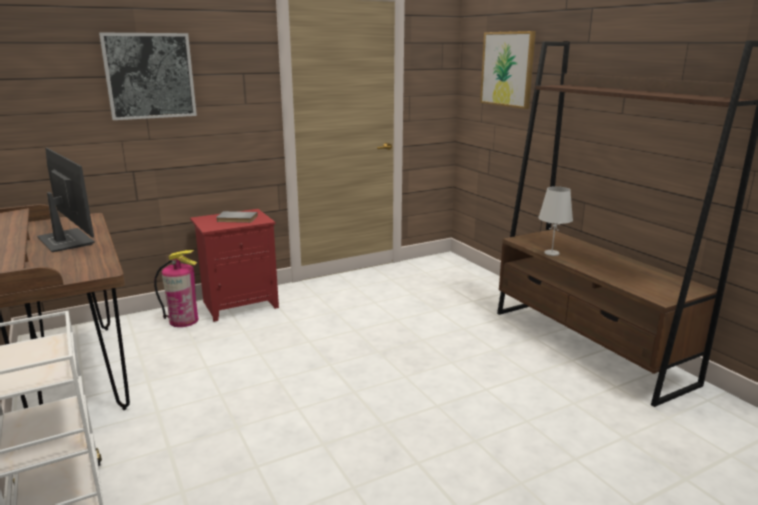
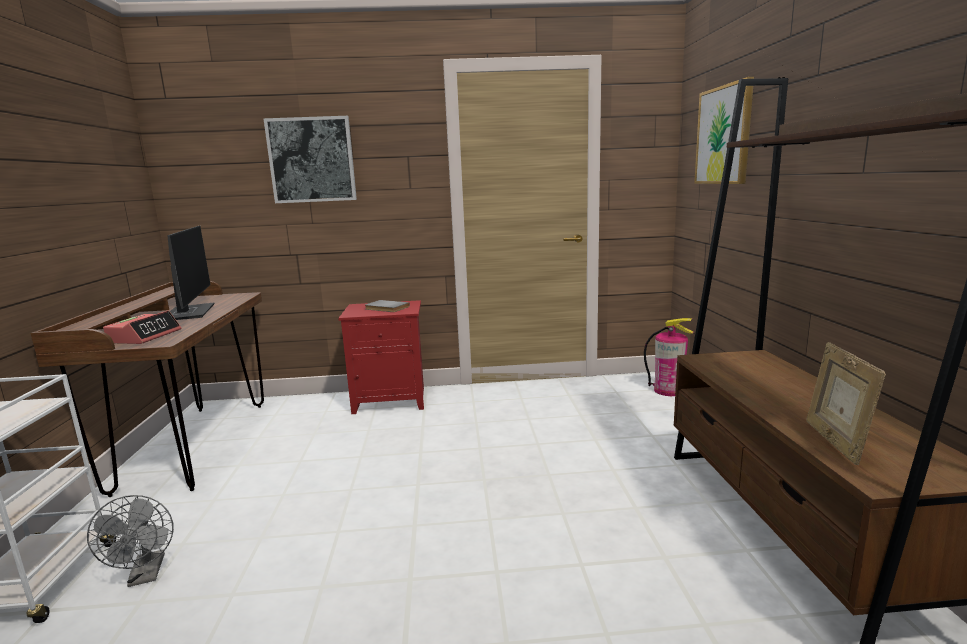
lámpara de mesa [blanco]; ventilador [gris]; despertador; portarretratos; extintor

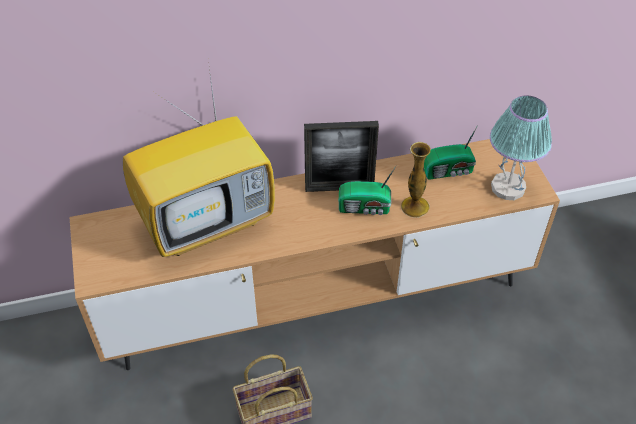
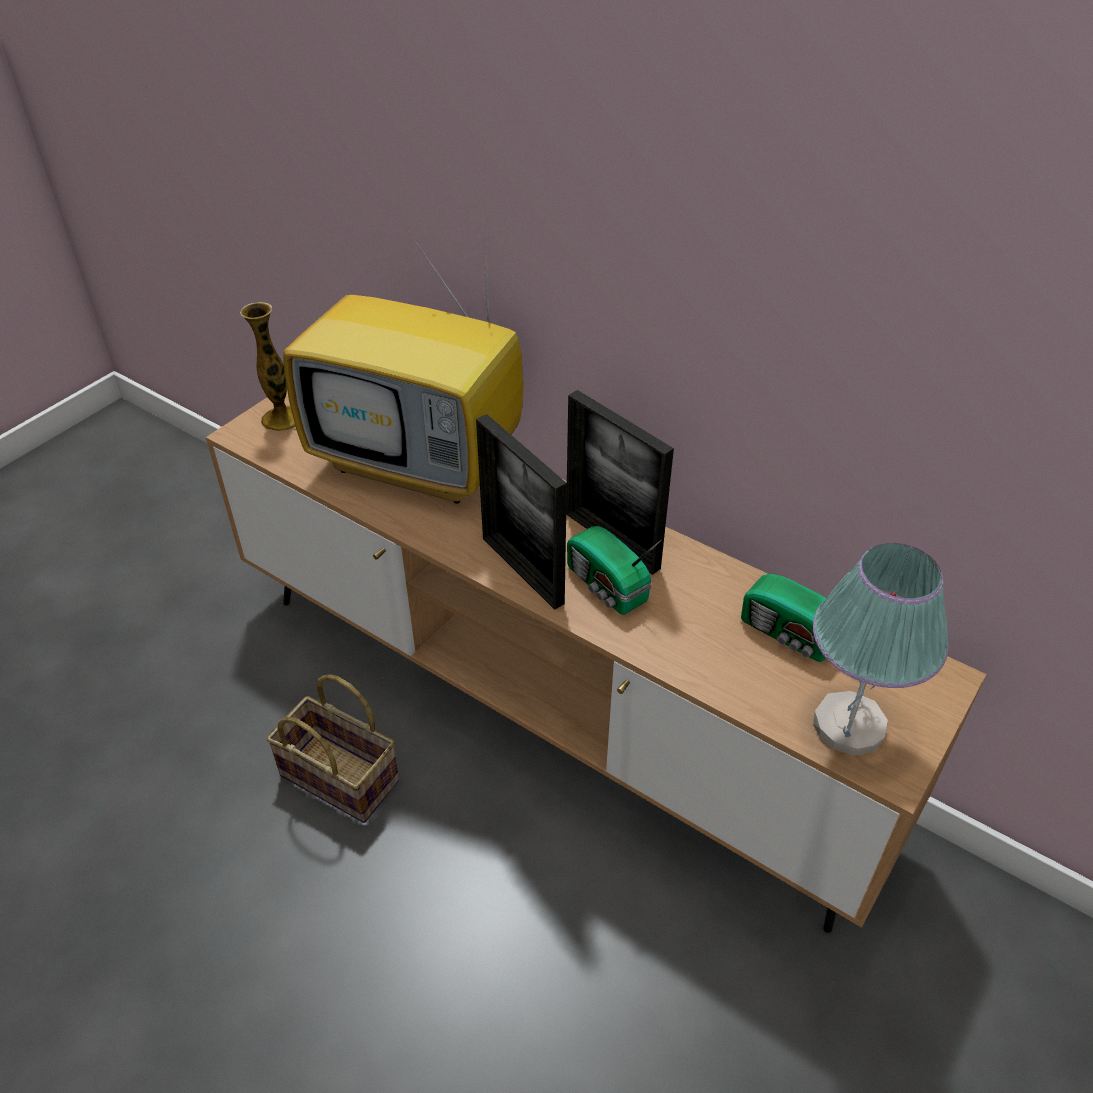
portarretratos (1st from left); florero

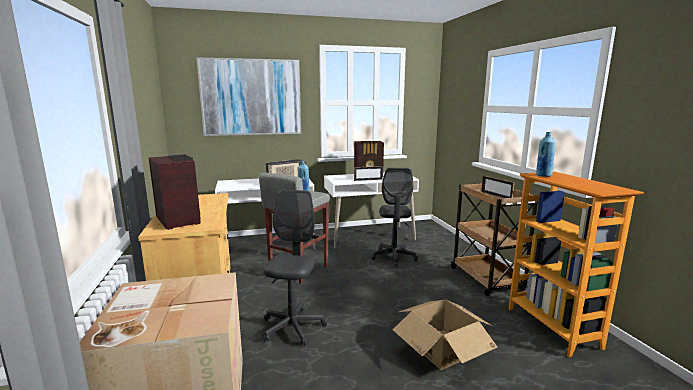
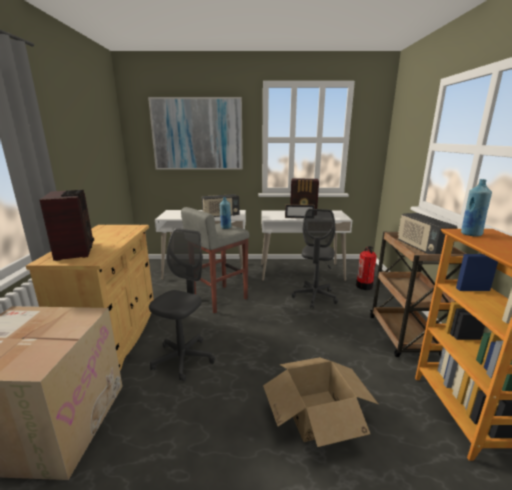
extintor; radio (4th from left)

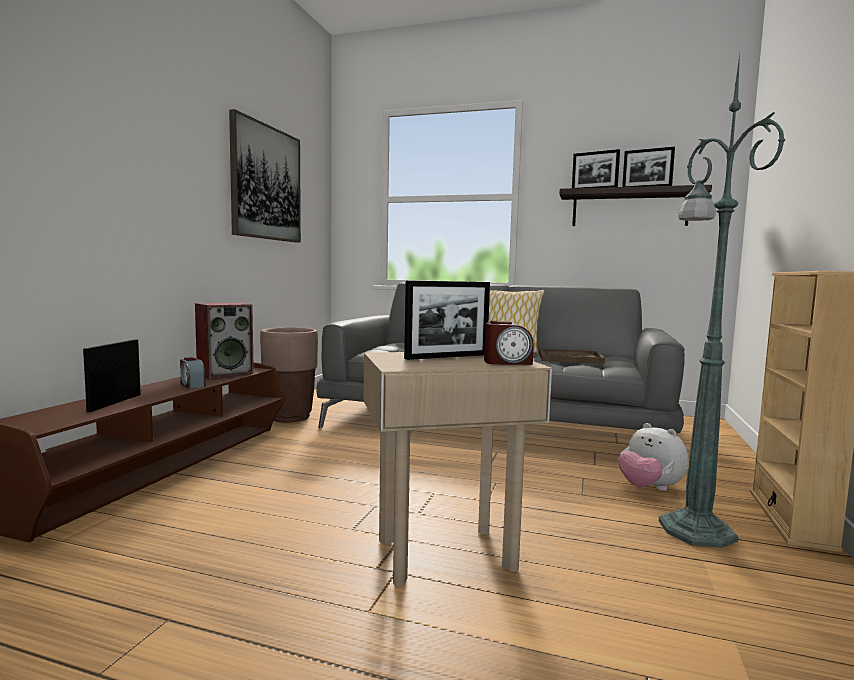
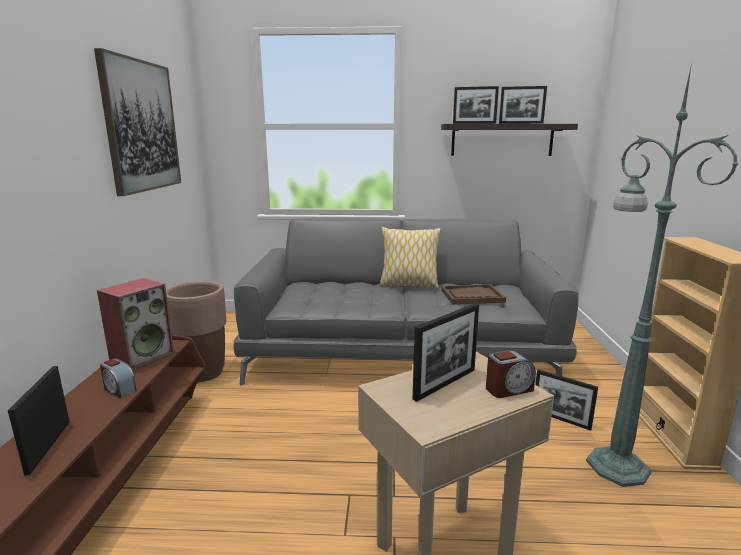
portarretratos (5th from left)

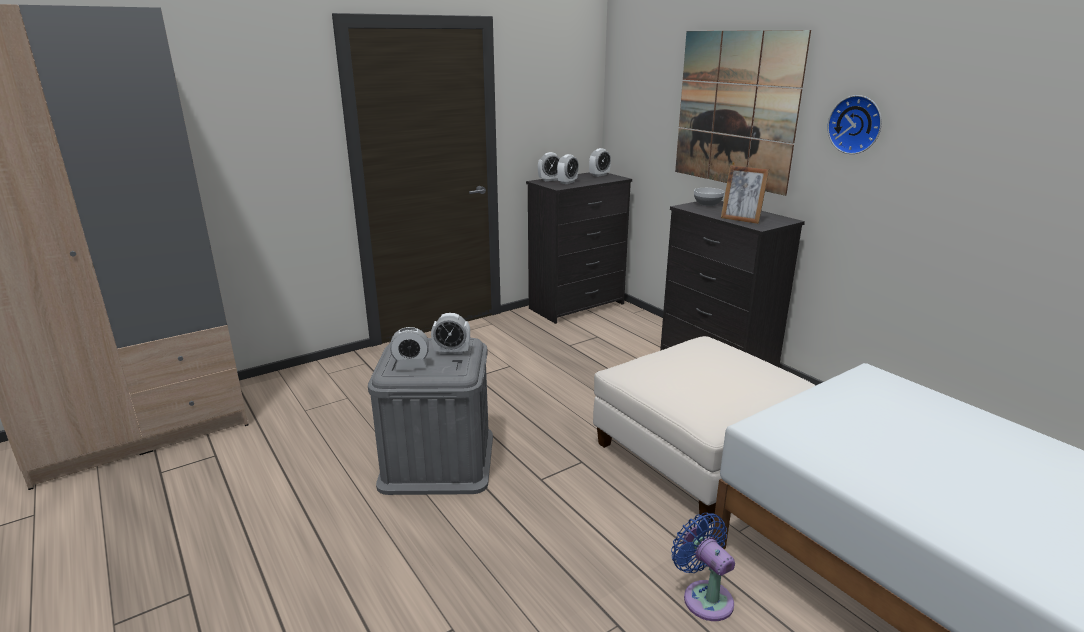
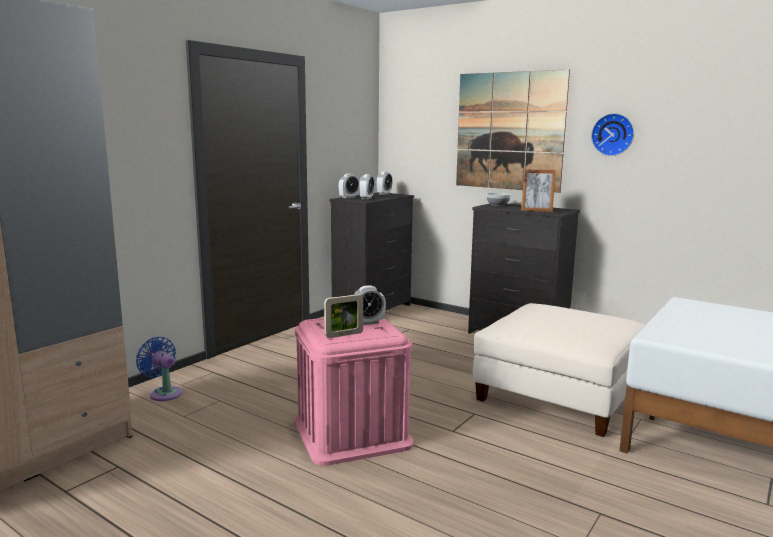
ventilador [azul]; portarretratos (1st from left); caja de almacenaje [rosa]

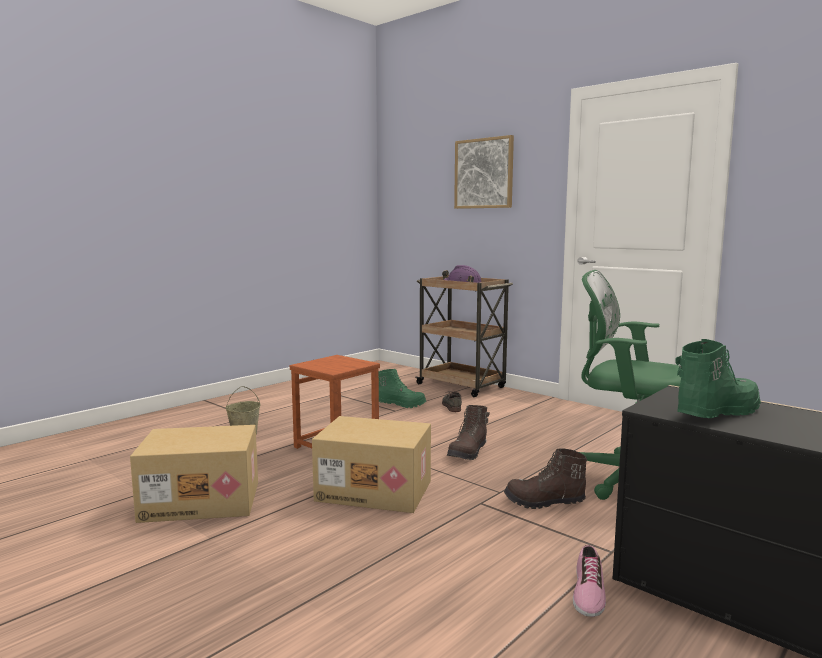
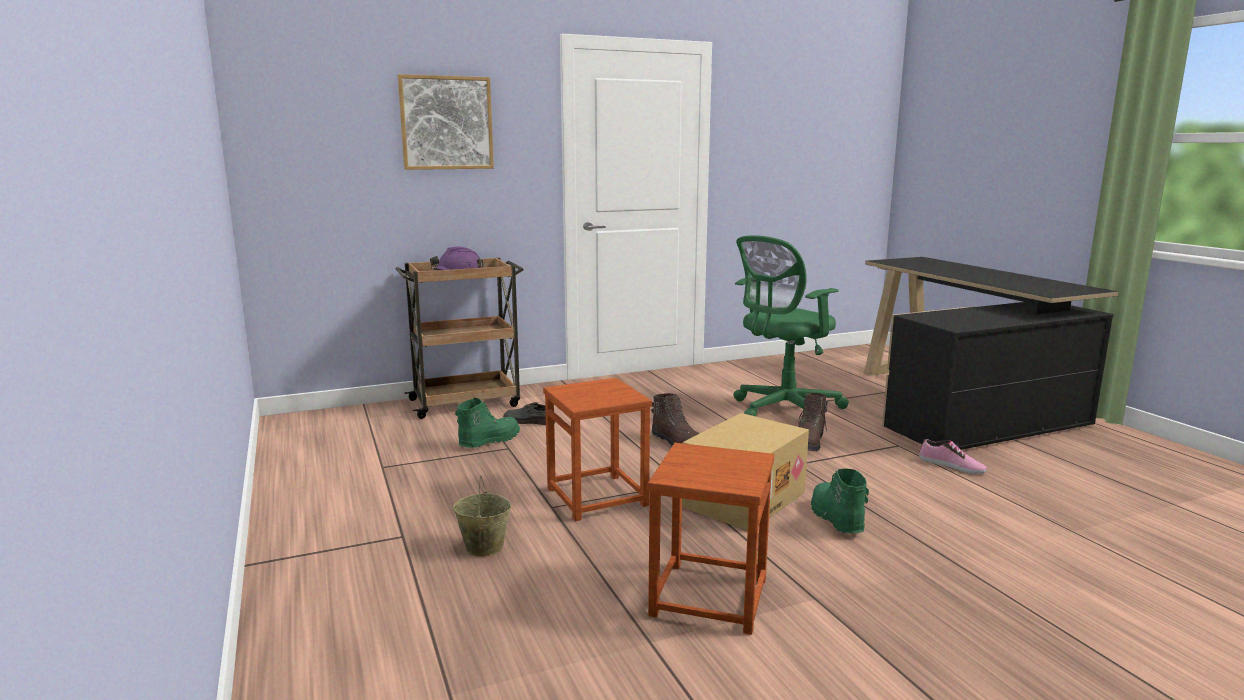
bota [verde] (2nd from left); taburete [marrón] (2nd from left)

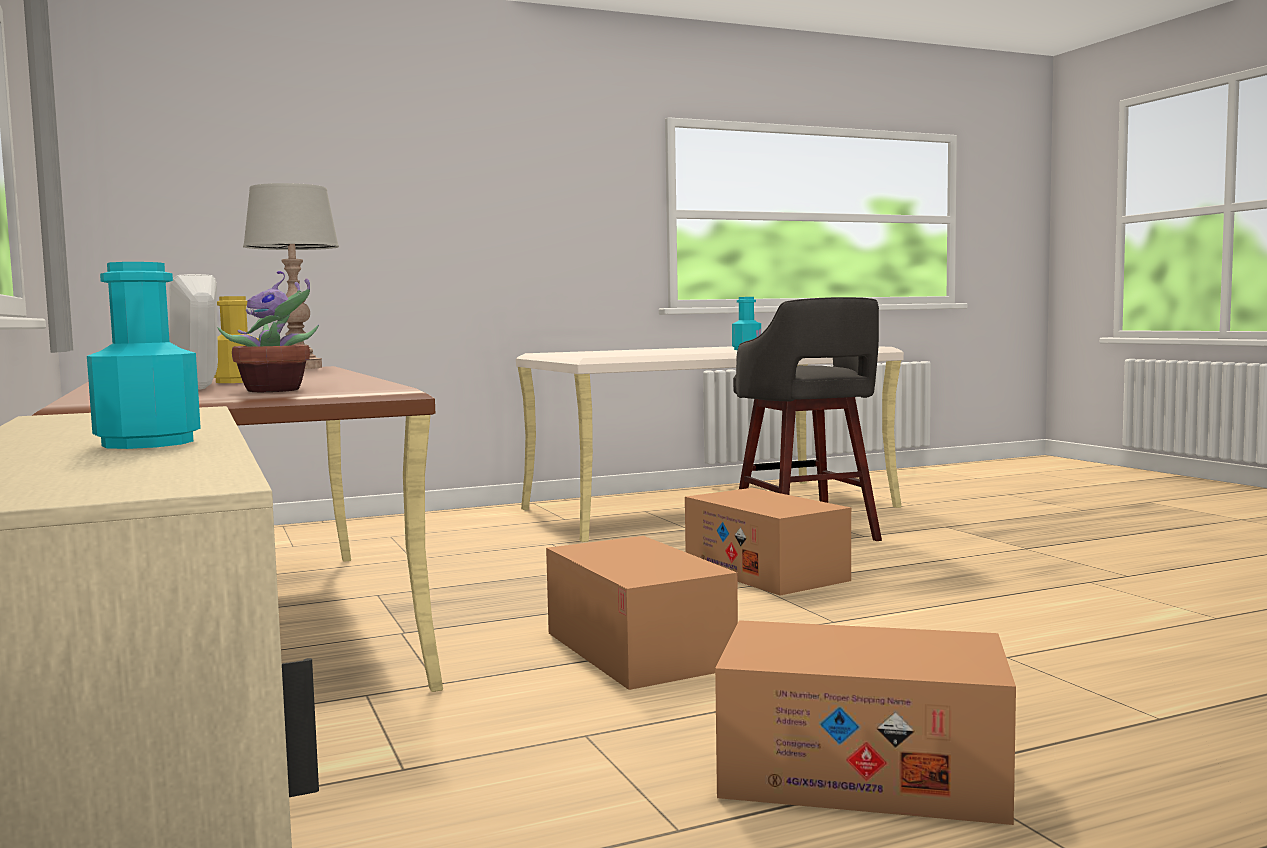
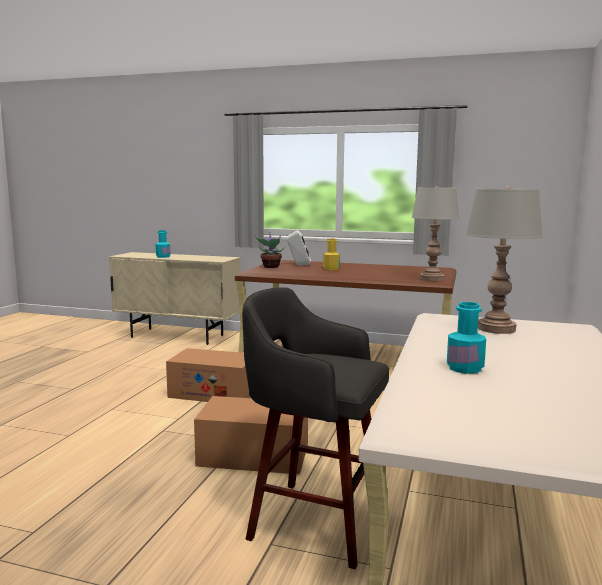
caja de cartón (3rd from left in the first image); lámpara de mesa [gris] (2nd from left)

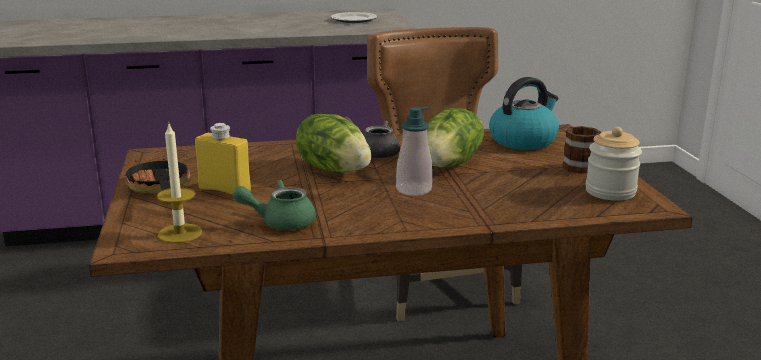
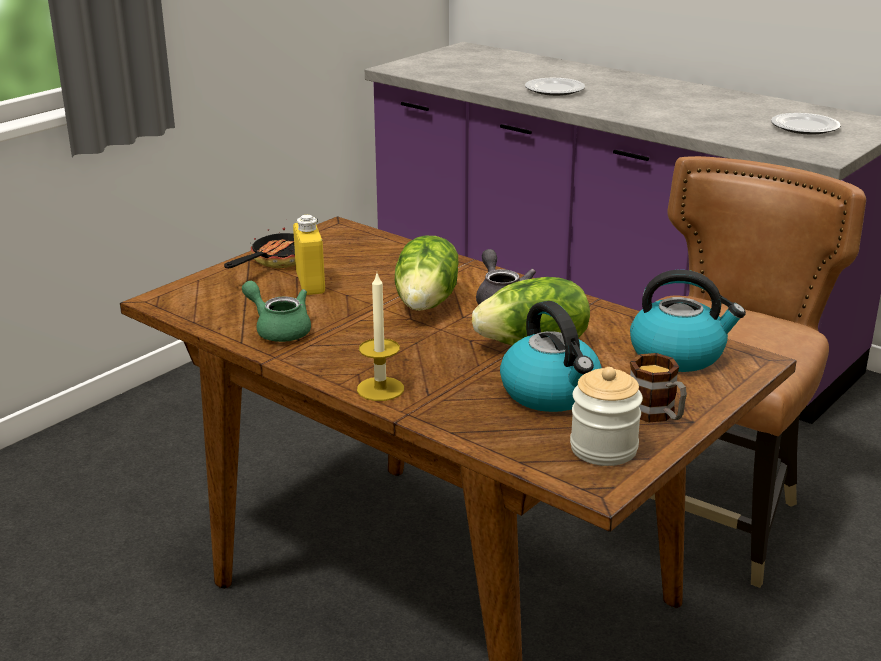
dispensador de jabón; hervidor (1st from left); plato (1st from left); vela

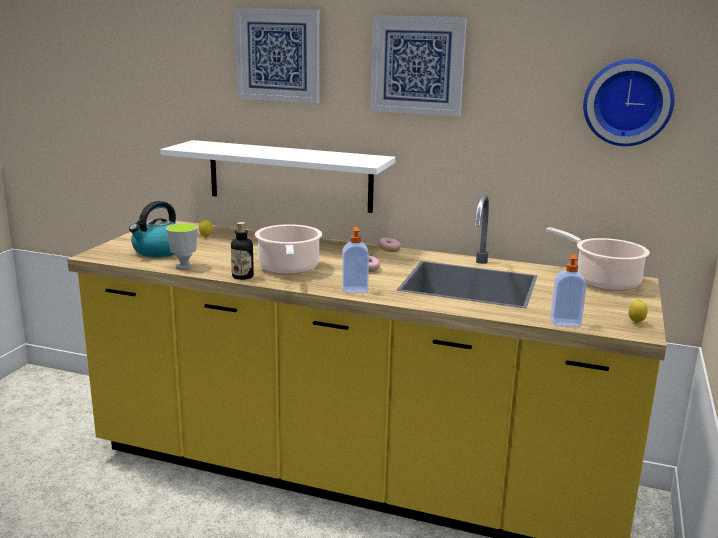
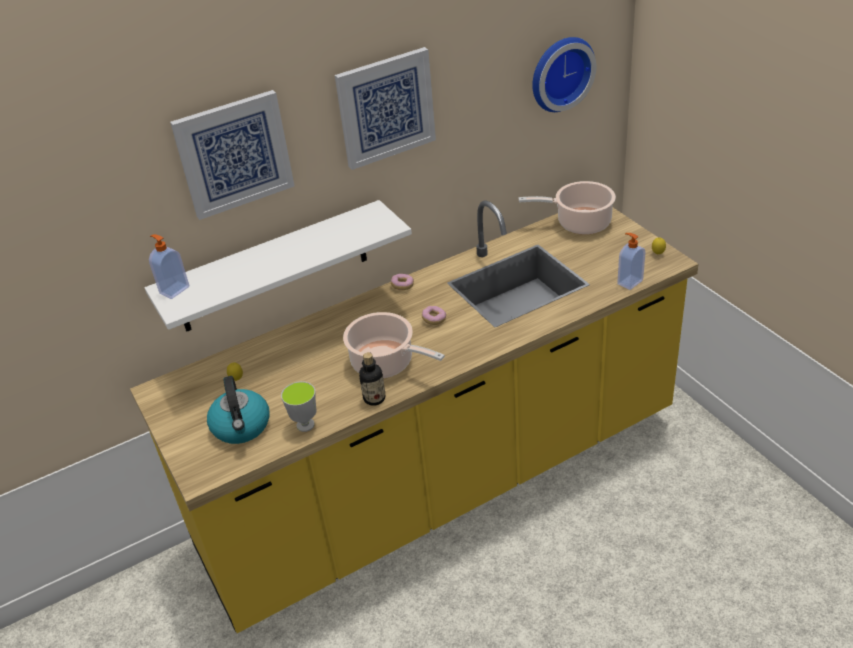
dispensador de jabón (1st from left)

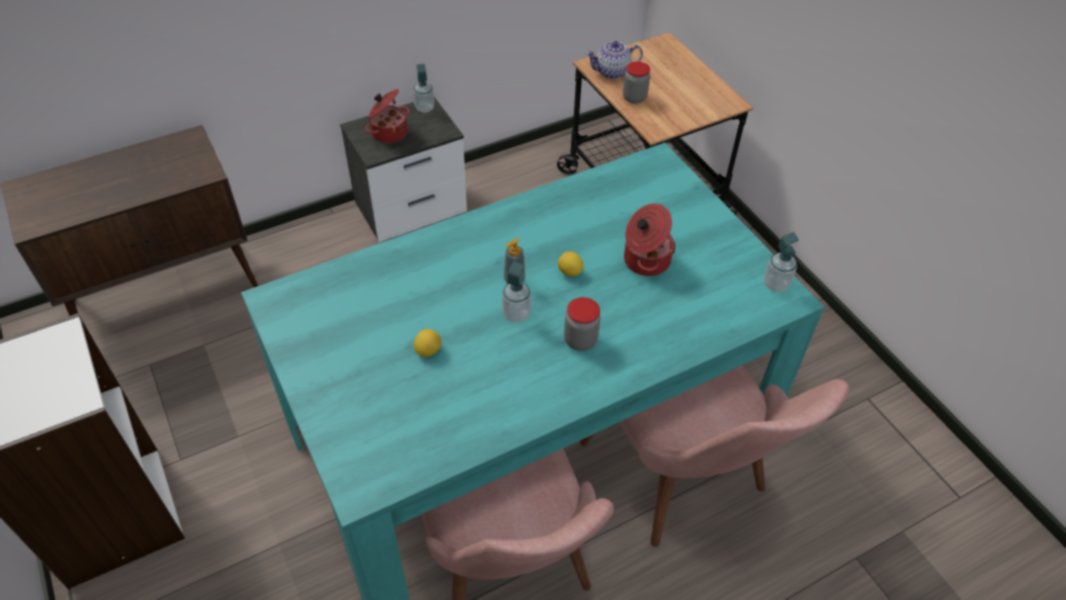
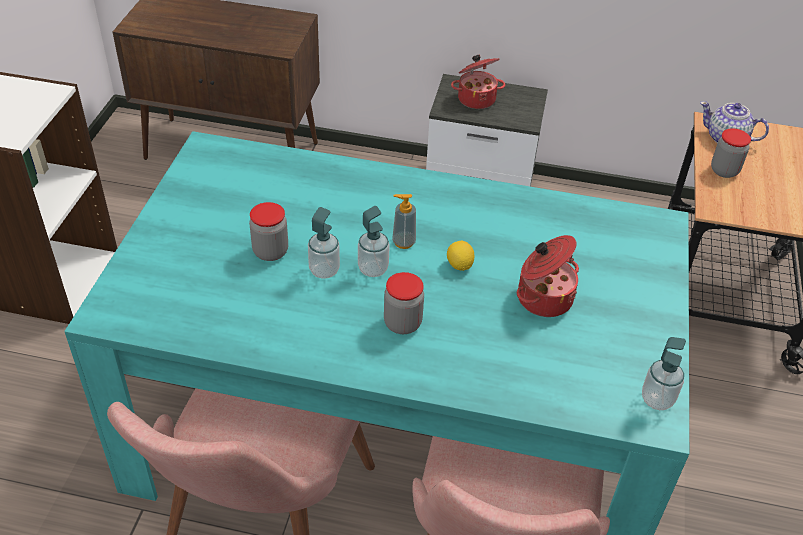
dispensador de jabón (1st from left); tarro (1st from left)

